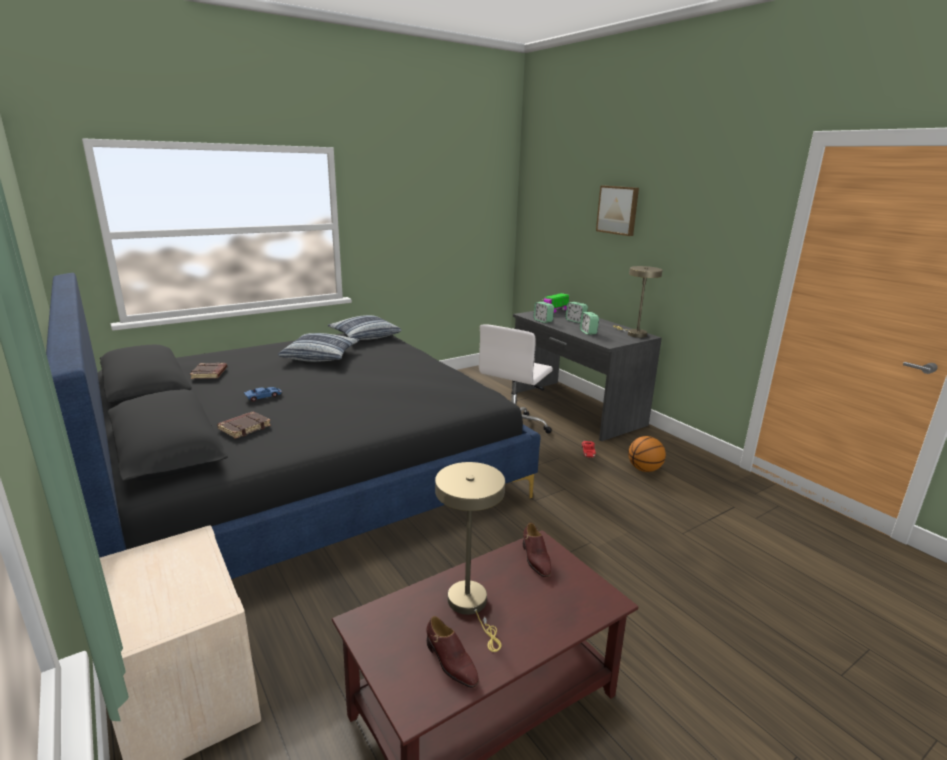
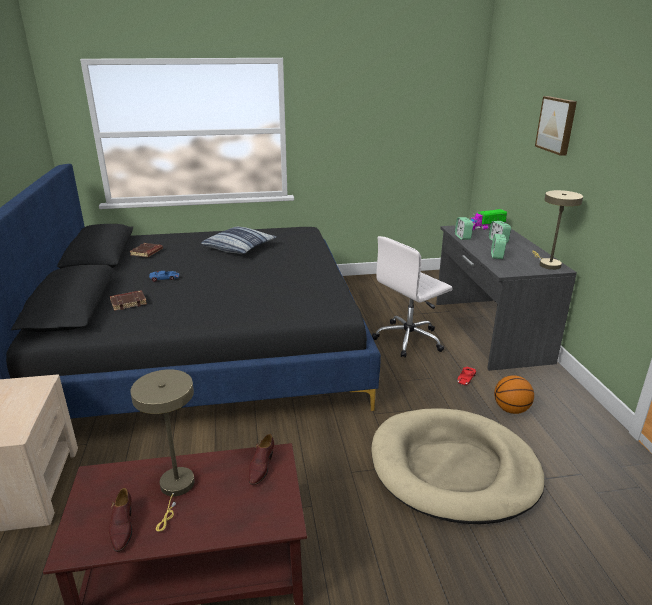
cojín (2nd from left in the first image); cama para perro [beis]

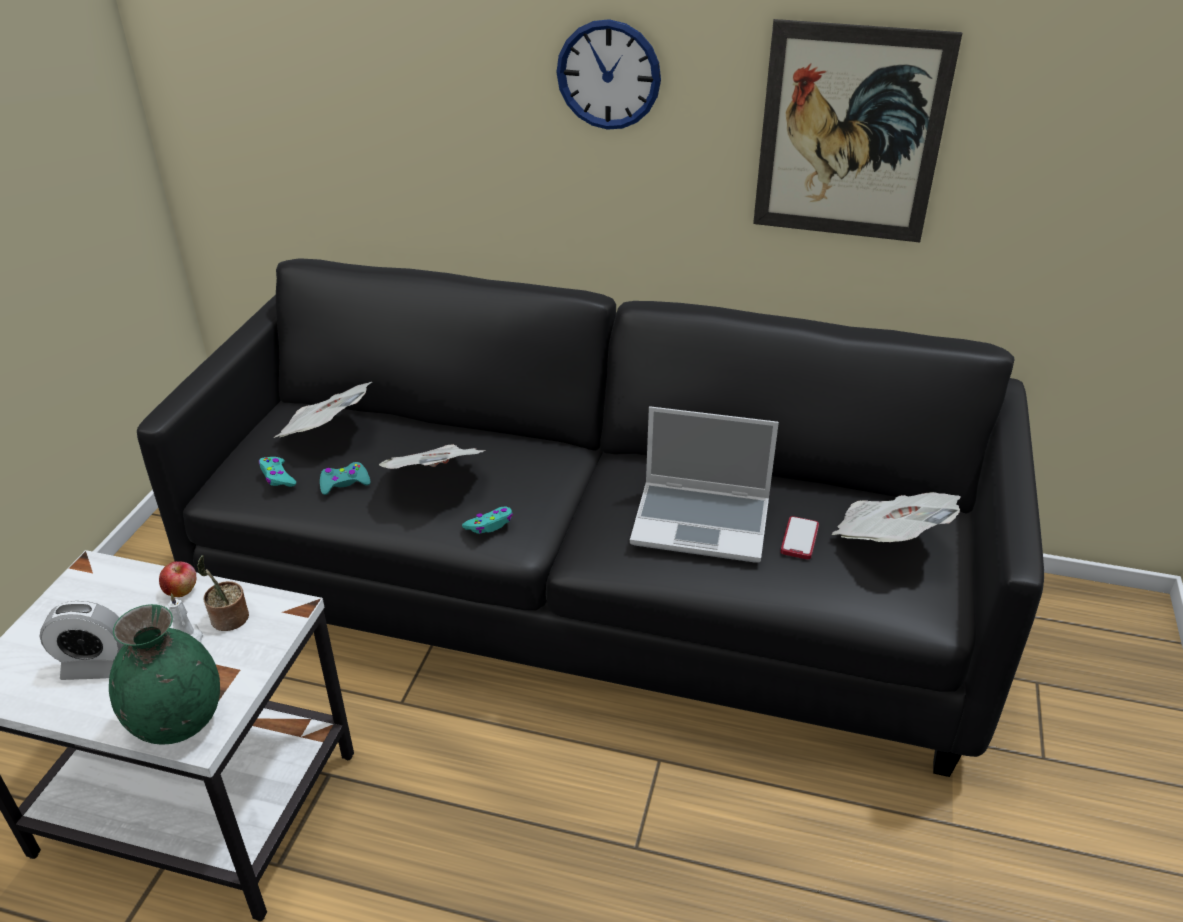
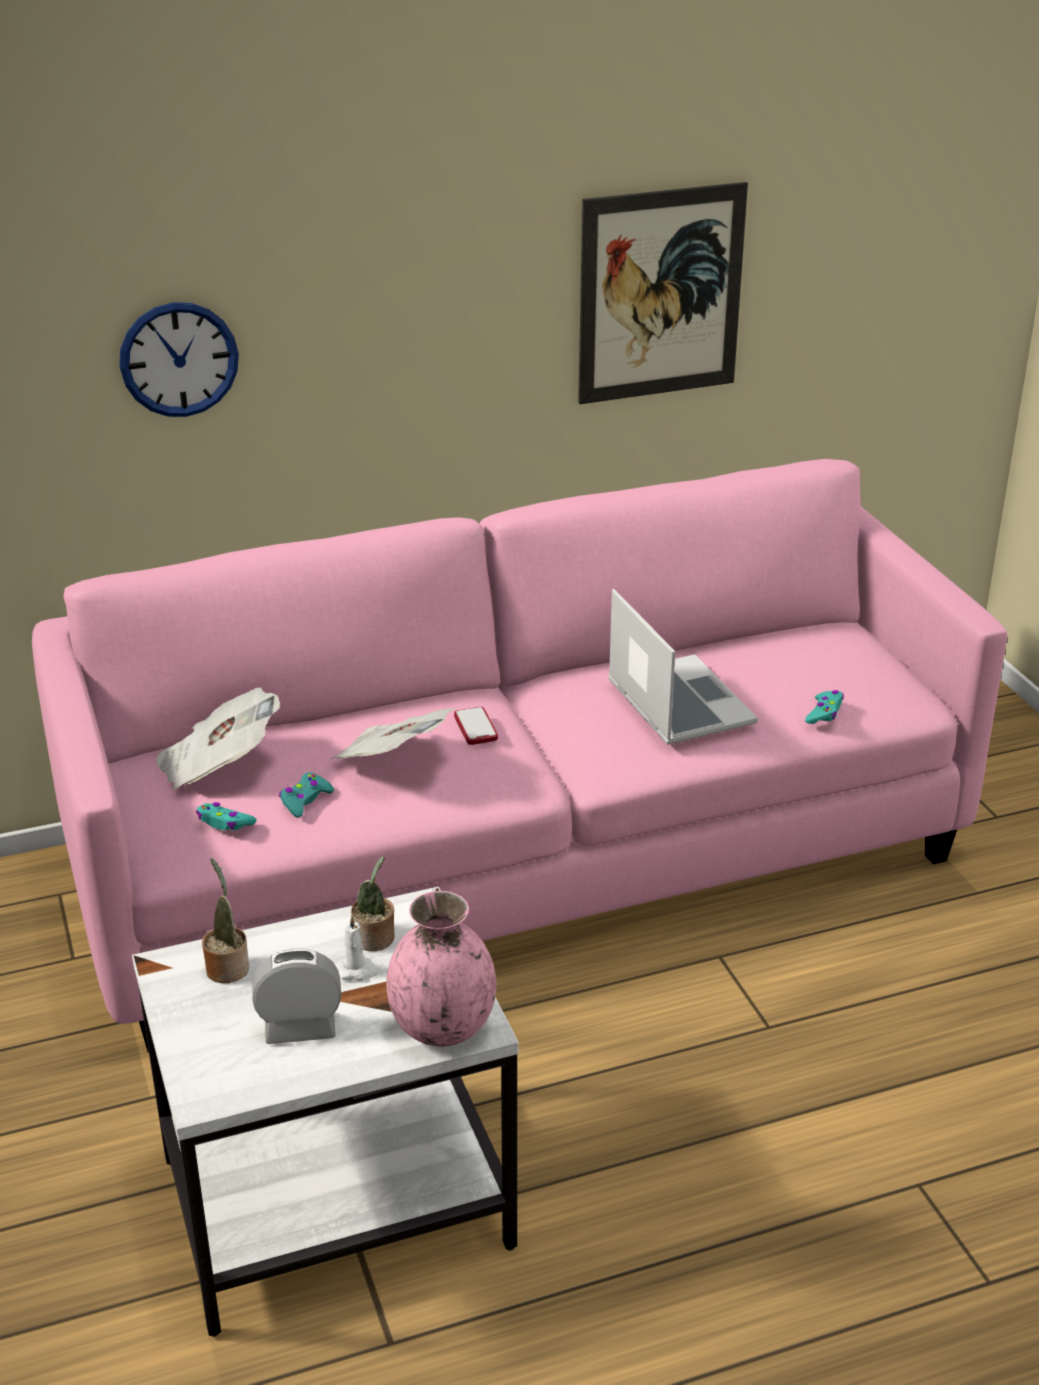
manzana; periódico (3rd from left in the first image); planta en maceta (1st from left); mando de consola [turquesa] (3rd from left); reloj de pared; móvil; florero [rosa]; sofá [rosa]; despertador; portátil

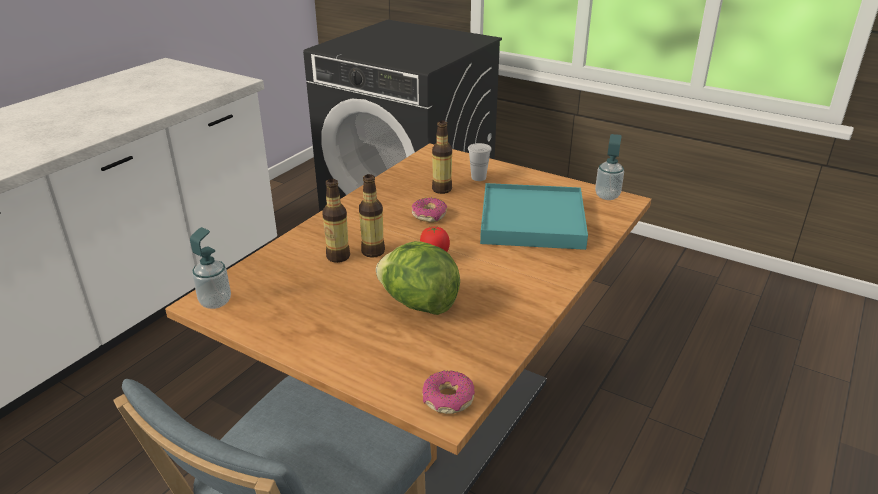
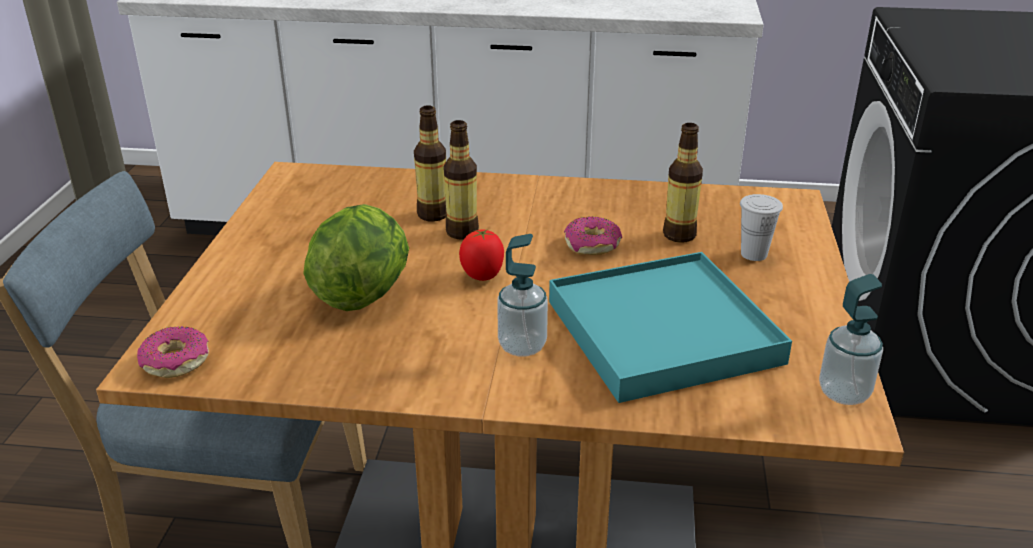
dispensador de jabón (1st from left)

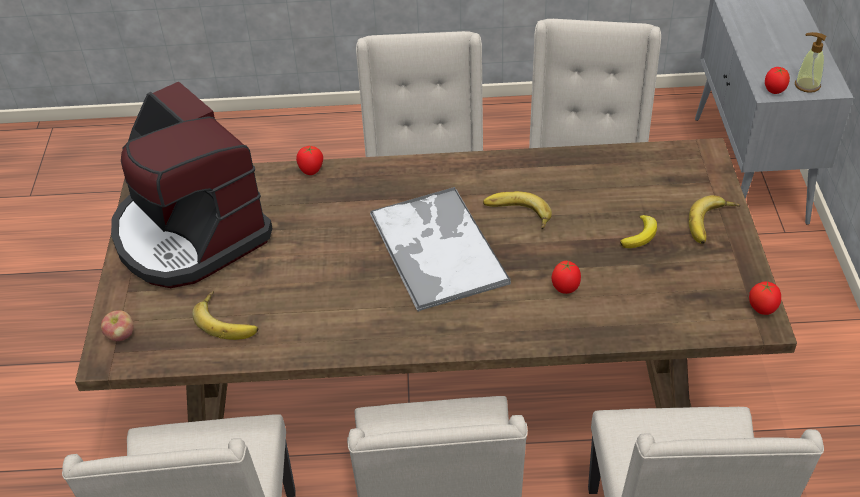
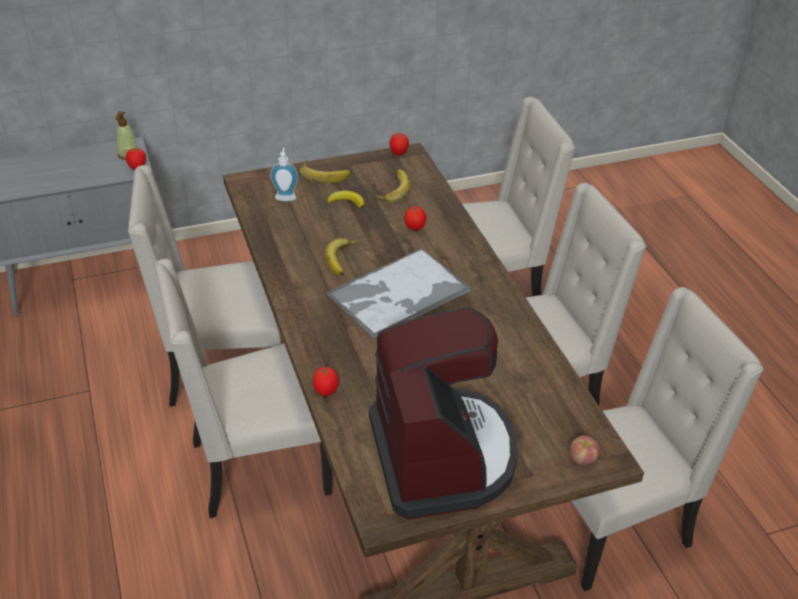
dispensador de jabón (2nd from left); plátano (4th from left); cafetera

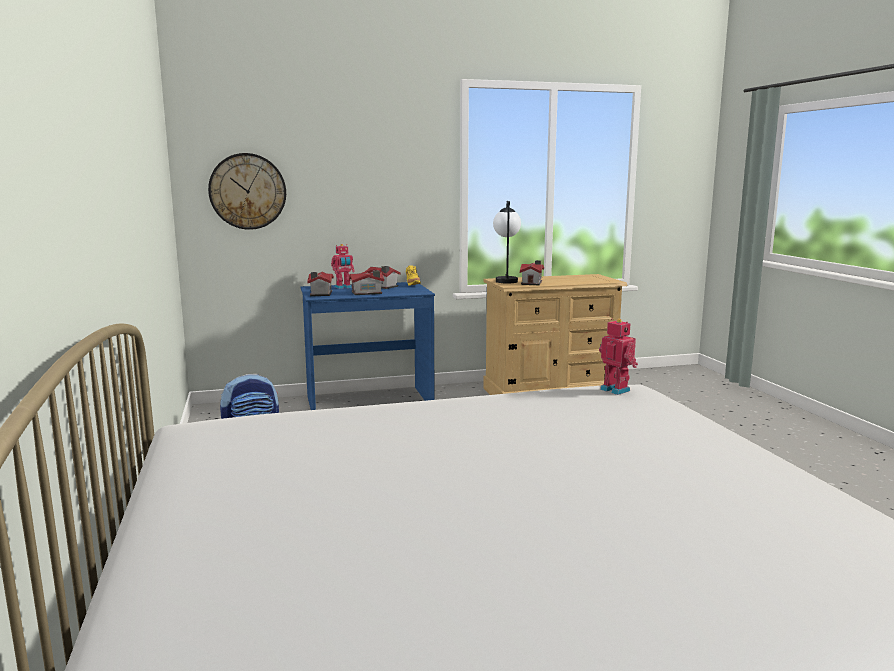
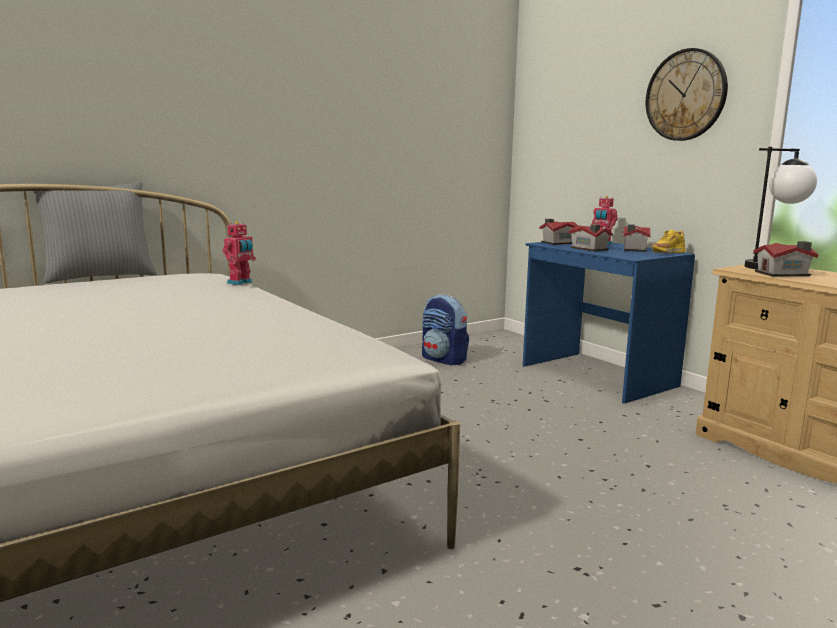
cojín [gris]; reloj de pared; robot de juguete (1st from left)

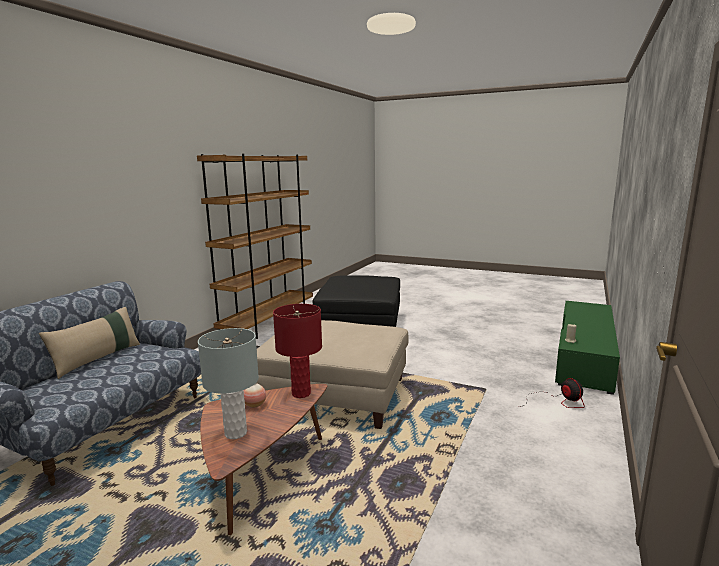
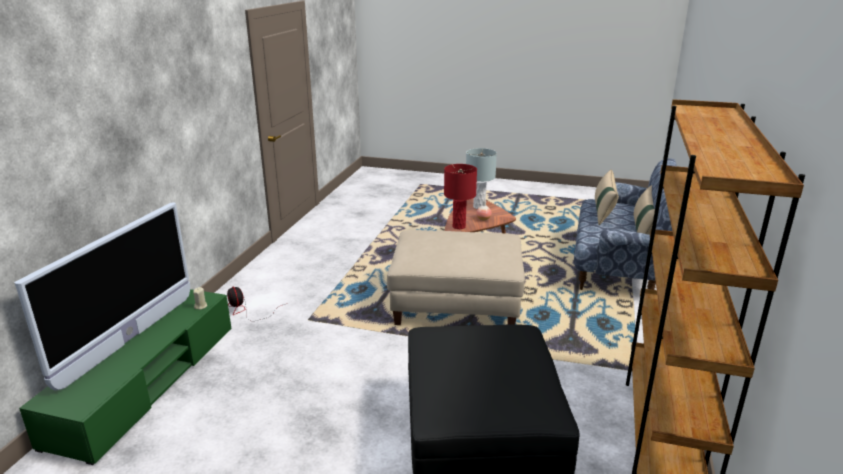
televisor; cojín [beis] (1st from left)

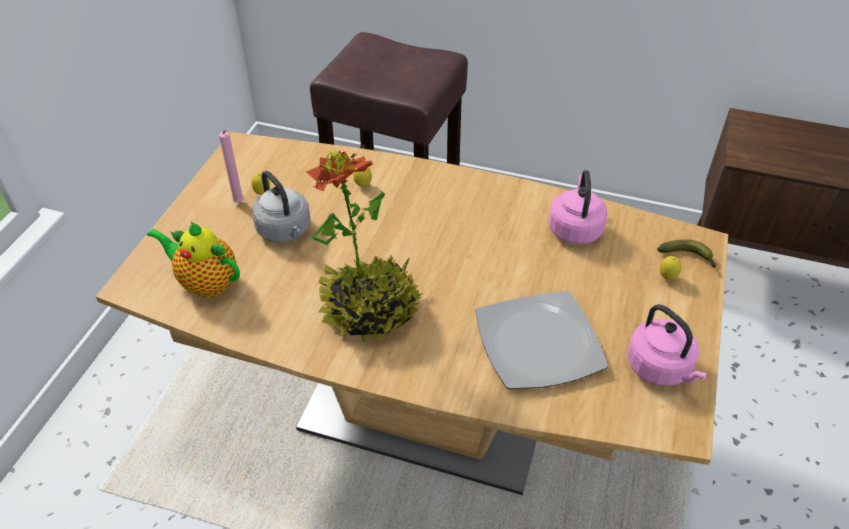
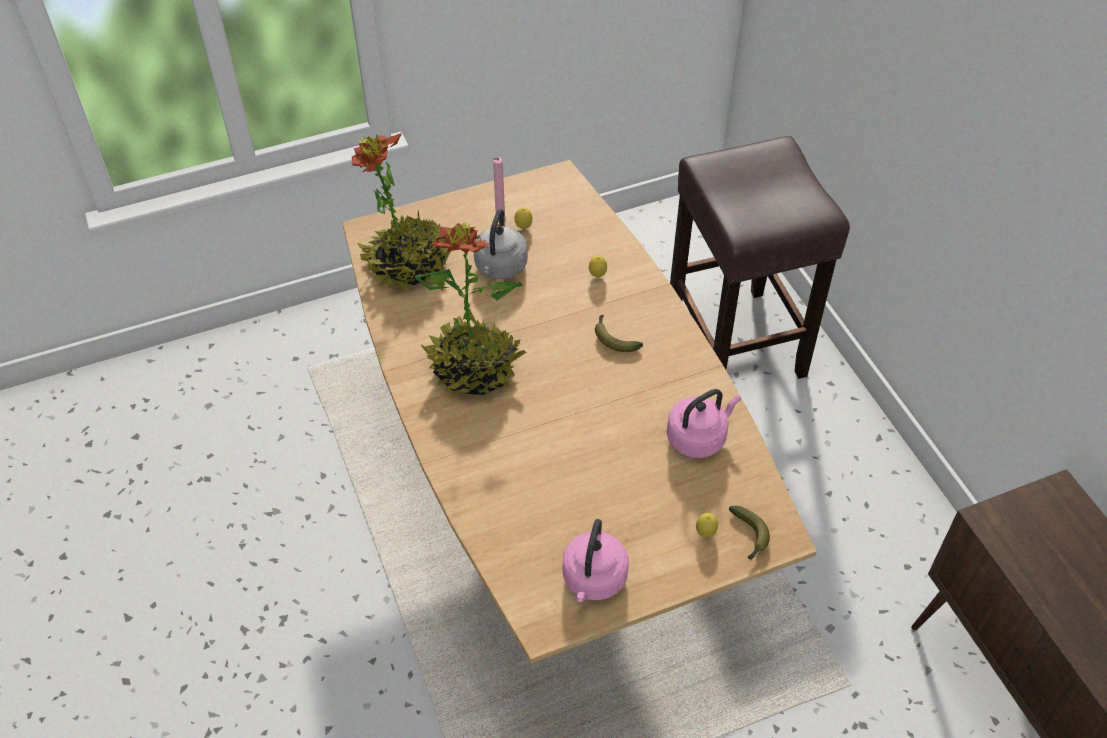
plato; plátano (1st from left); planta en maceta (1st from left)

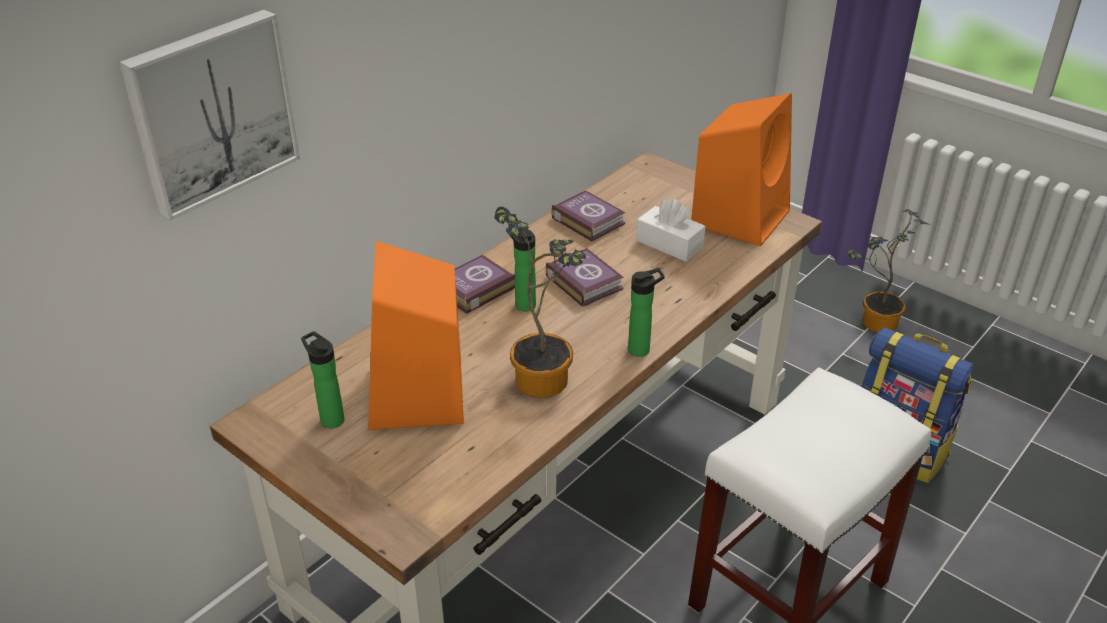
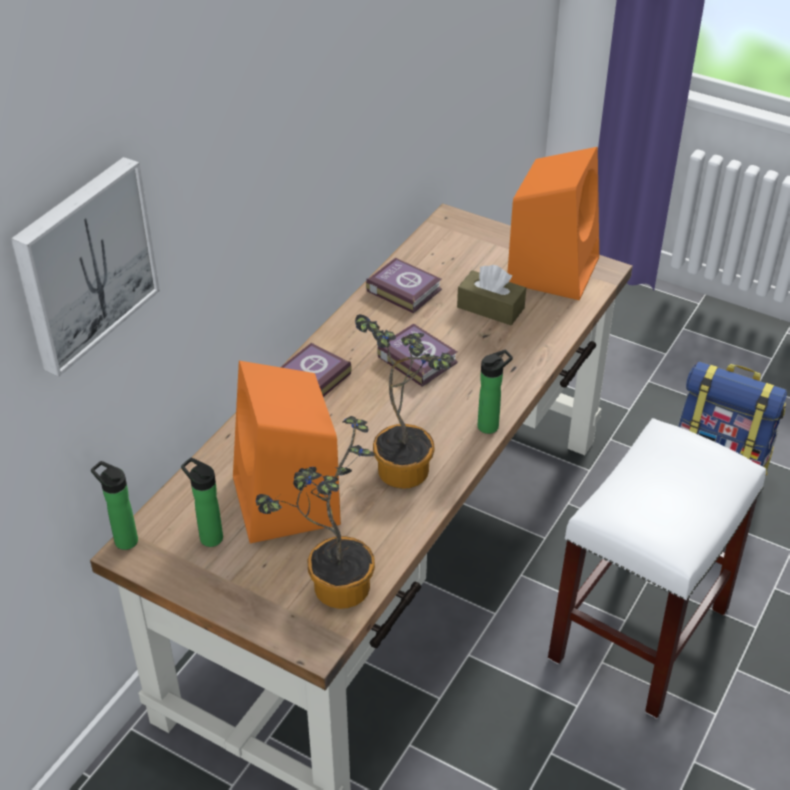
botella (1st from left); planta en maceta (1st from left); caja de pañuelos [marrón]

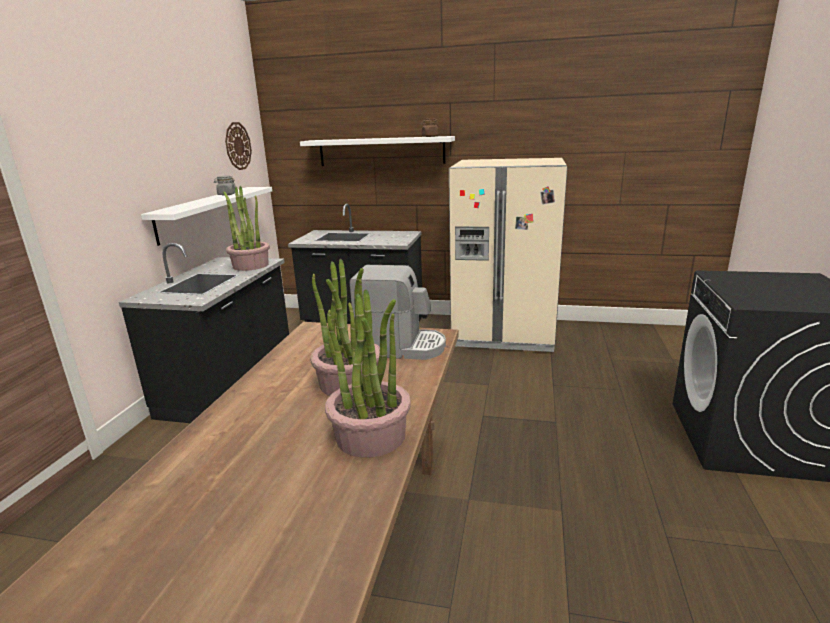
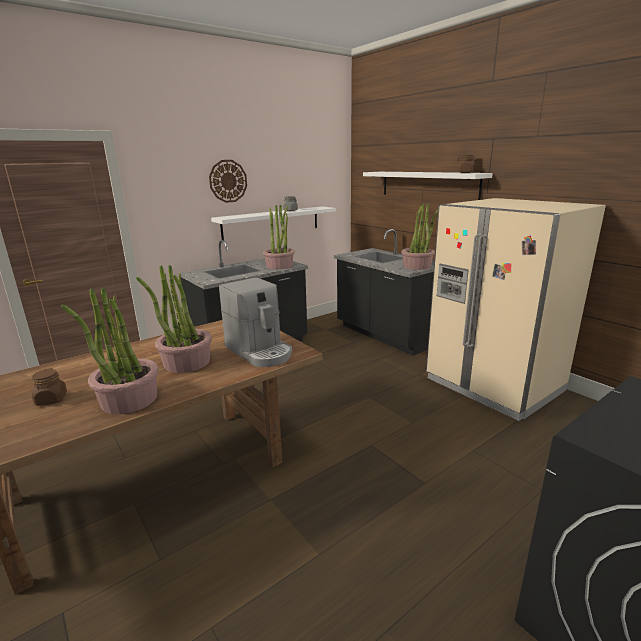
tarro [marrón] (1st from left); planta en maceta (4th from left); reloj de pared

